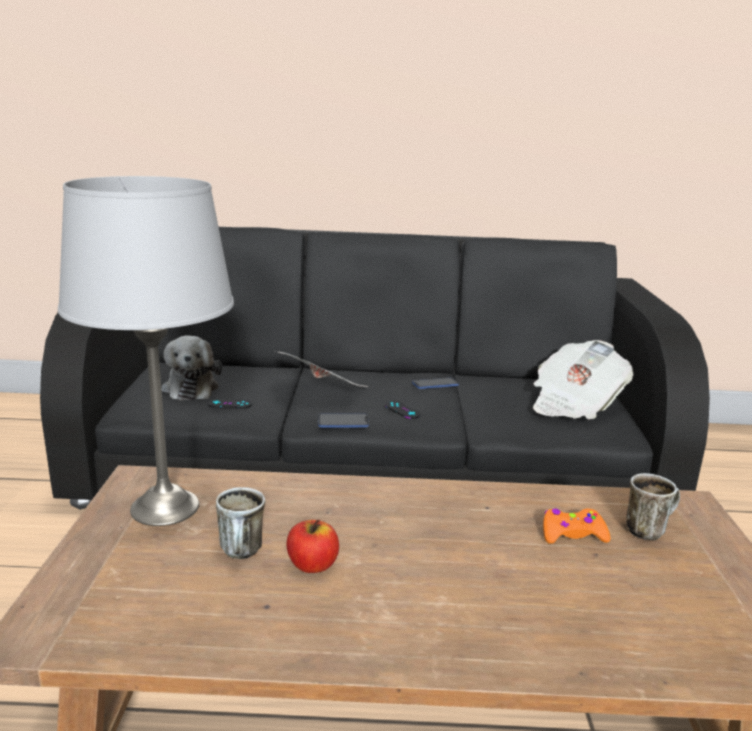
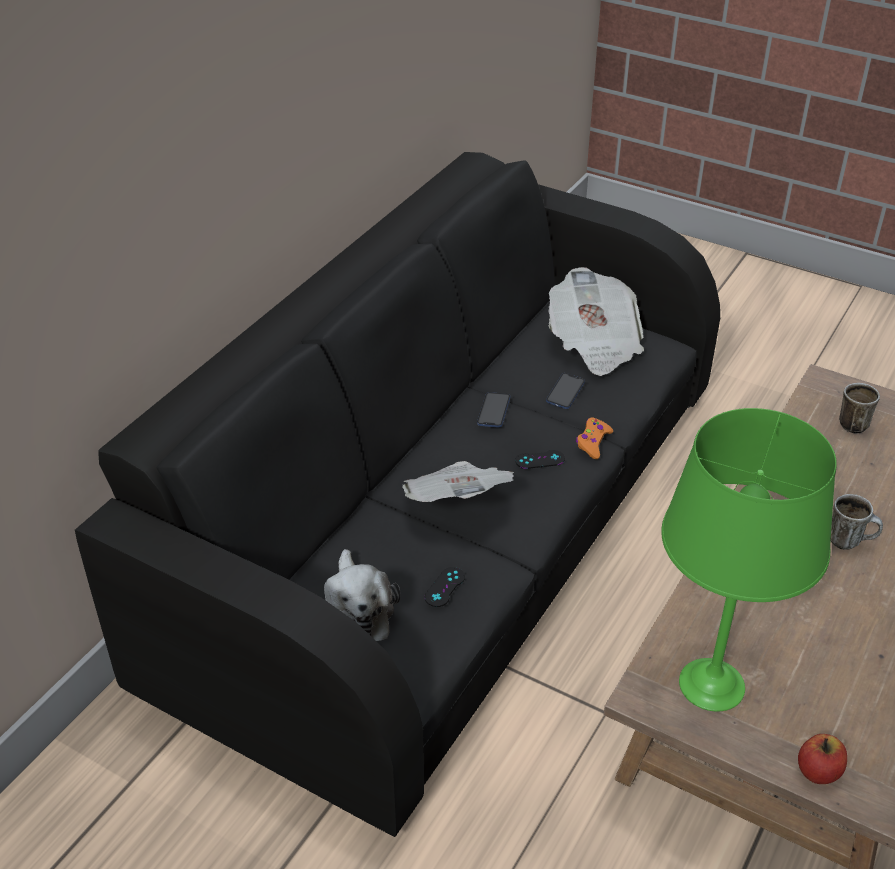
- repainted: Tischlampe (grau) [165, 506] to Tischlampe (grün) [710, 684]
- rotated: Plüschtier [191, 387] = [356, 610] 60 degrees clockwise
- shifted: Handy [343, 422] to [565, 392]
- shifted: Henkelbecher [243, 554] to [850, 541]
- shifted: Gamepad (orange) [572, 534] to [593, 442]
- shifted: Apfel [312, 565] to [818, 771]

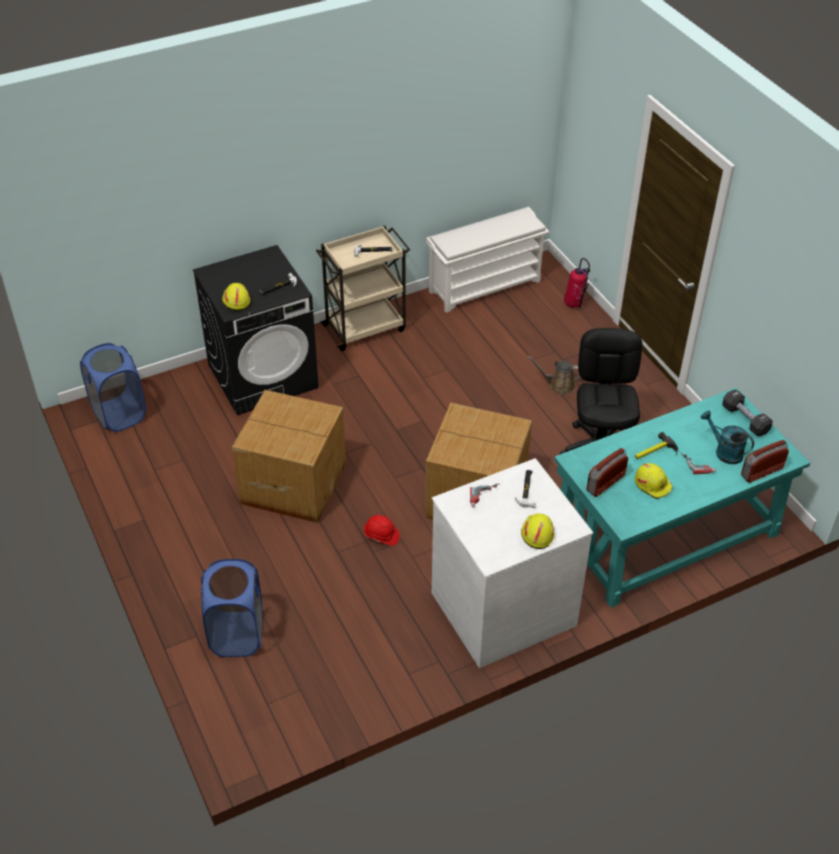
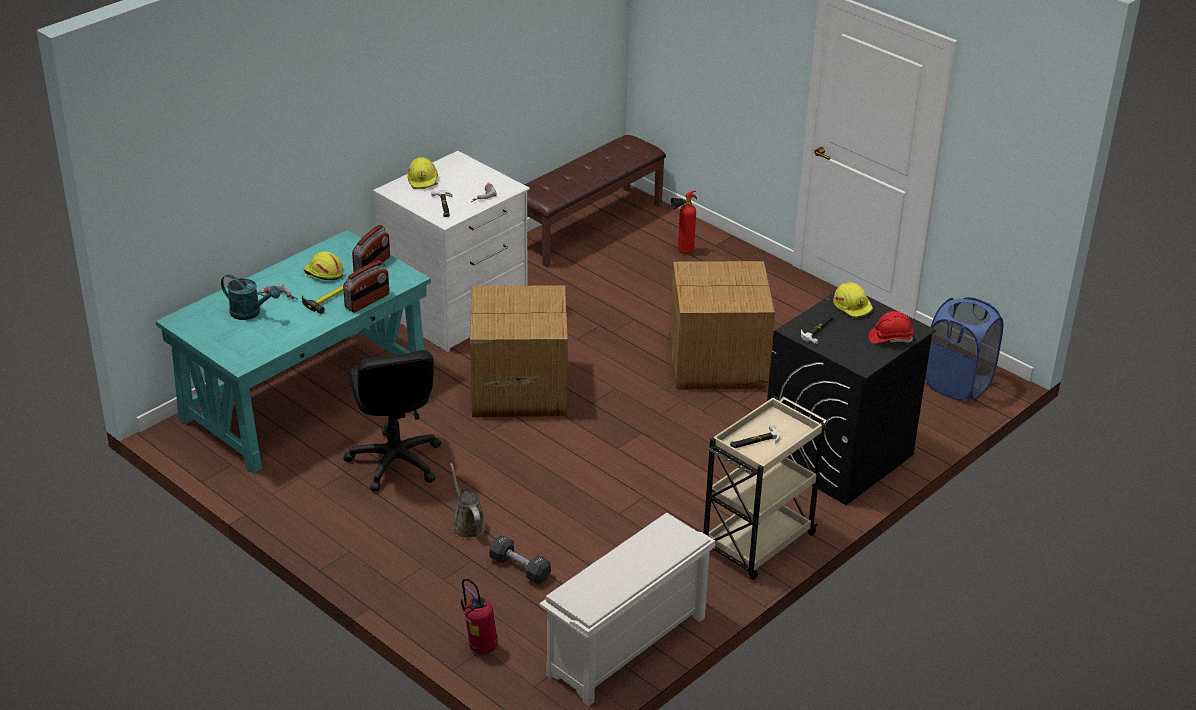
- rotated: Gießkanne (braun) [558, 385] = [467, 524] 105 degrees counterclockwise
- shifted: Hantel (schwarz) [745, 420] to [520, 568]
- shifted: Radio [761, 471] to [367, 301]
- shifted: Schutzhelm (rot) [381, 536] to [890, 338]
- swapped: Wäschekorb (blau) [237, 634] to Feuerlöscher [682, 252]
- new: Bank (braun) [587, 225]

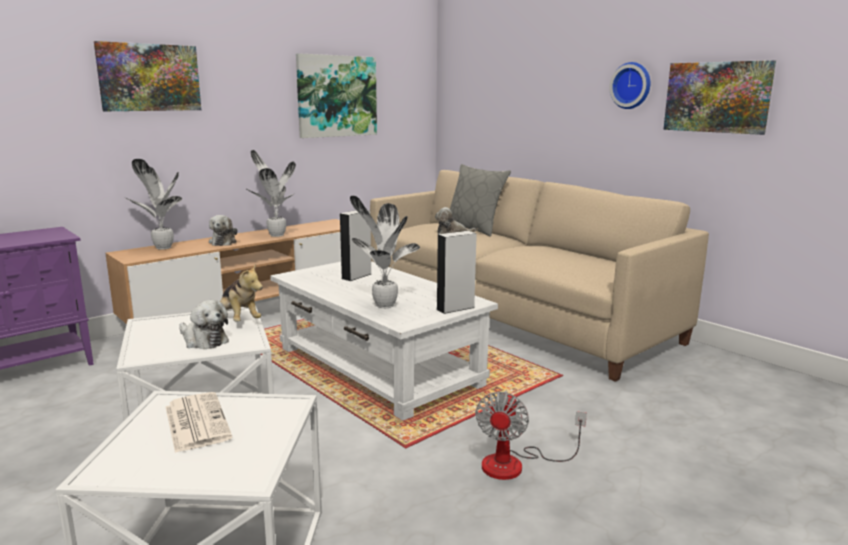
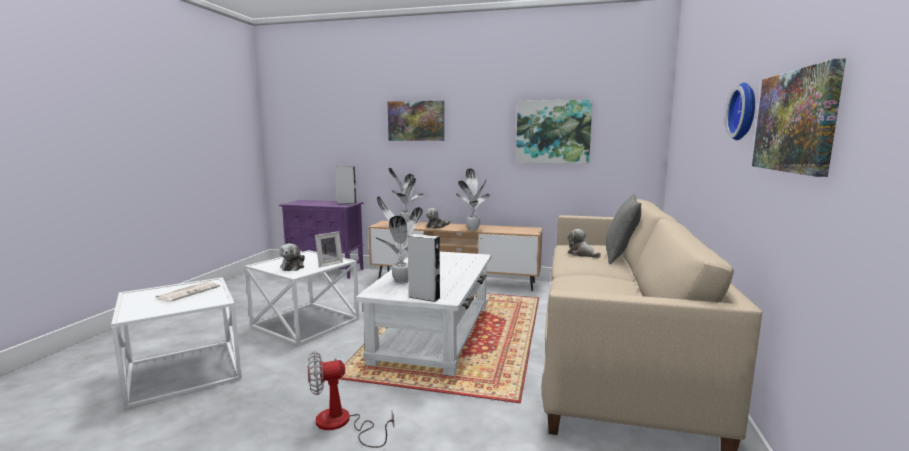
- shifted: Lautsprecher (grau) [356, 276] to [346, 203]
- swapped: Plüschtier [238, 320] to Bilderrahmen [328, 263]

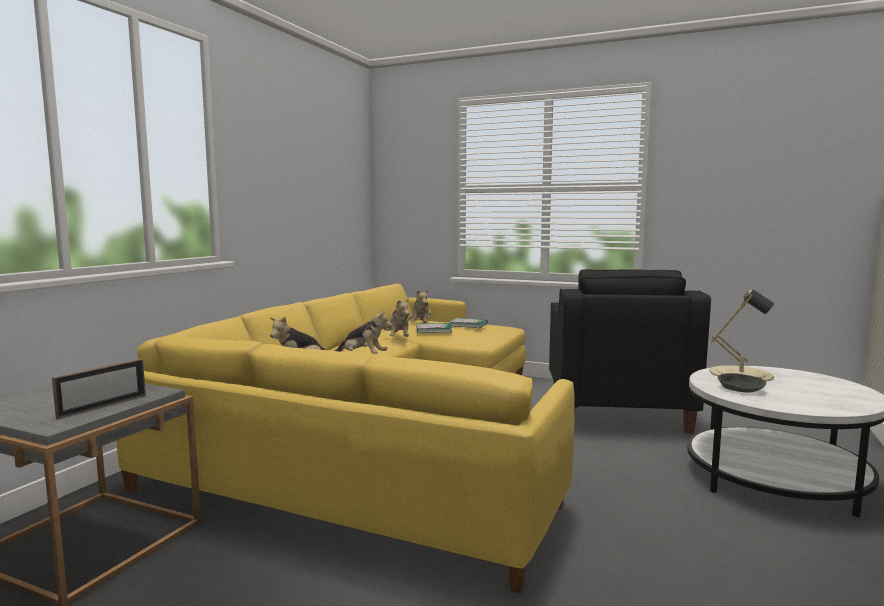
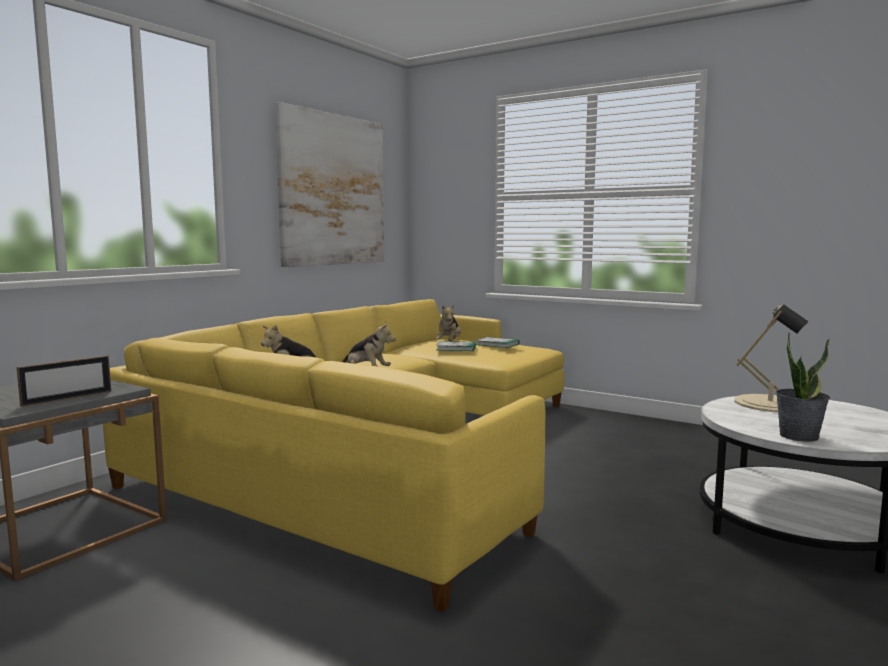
- gone: Sessel (schwarz) [615, 409]
- gone: Plüschtier [398, 338]
- gone: Schüssel (grau) [741, 388]
- new: Bild [333, 190]
- new: Topfpflanze [798, 436]

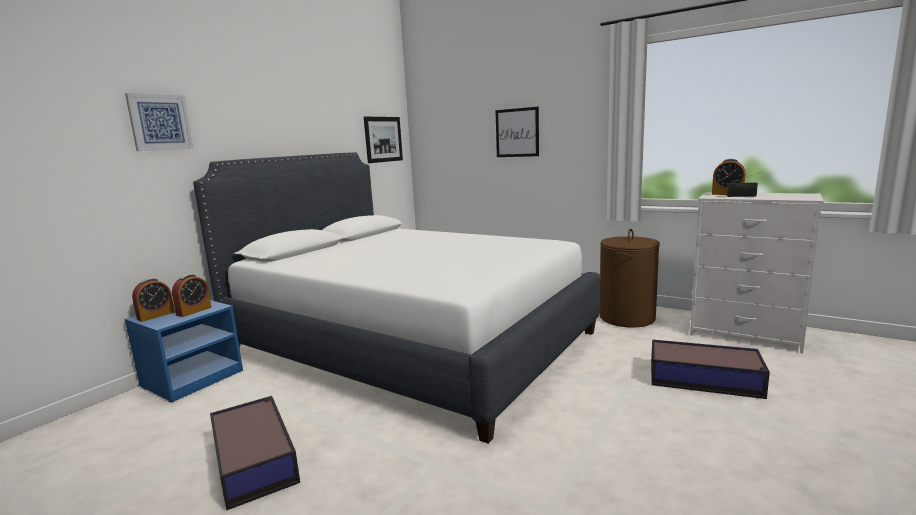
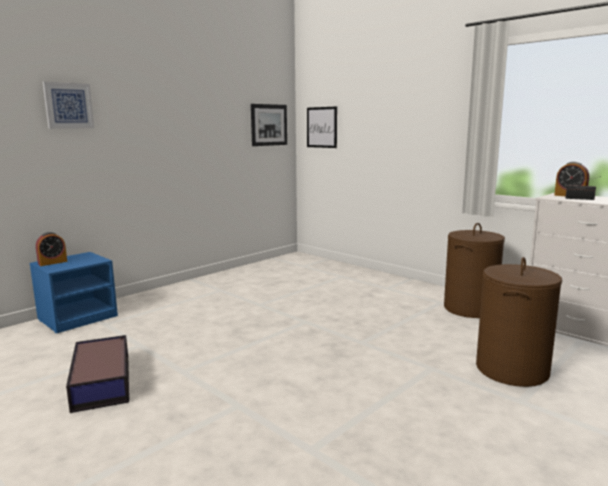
- shifted: Bild [517, 132] to [322, 127]
- gone: Bett (weiß) [411, 343]
- gone: Wecker [194, 311]
- swapped: Aufbewahrungsbox [705, 379] to Wäschekorb (braun) [512, 370]

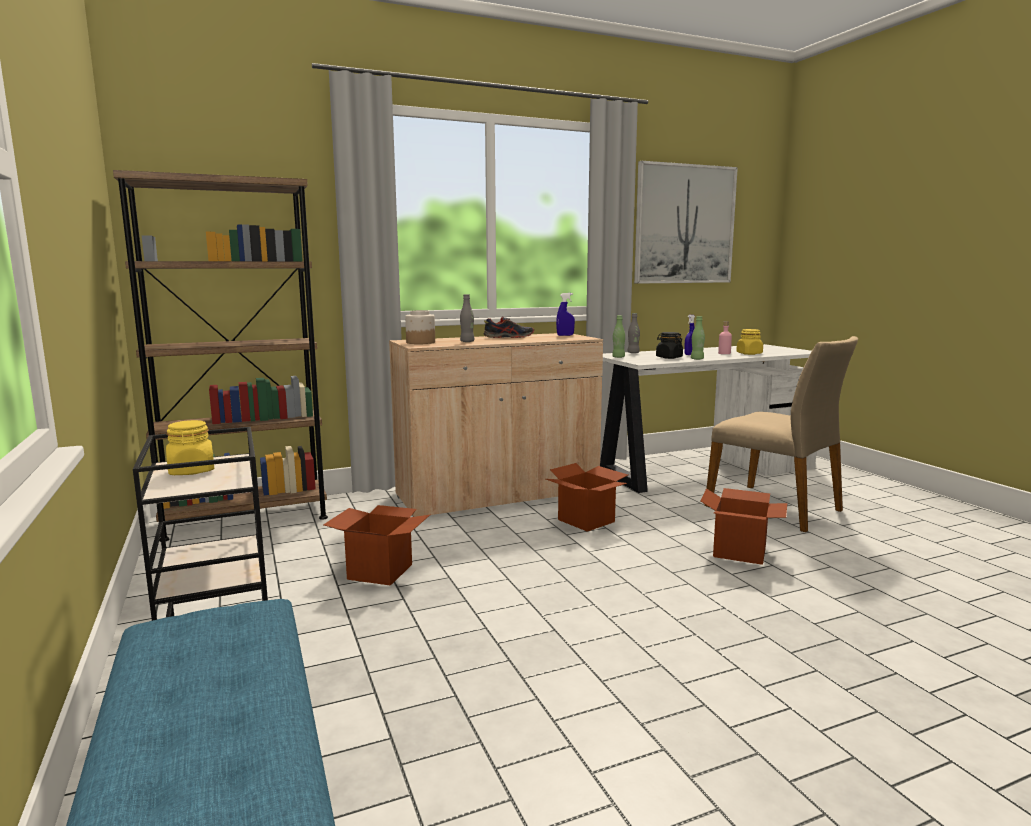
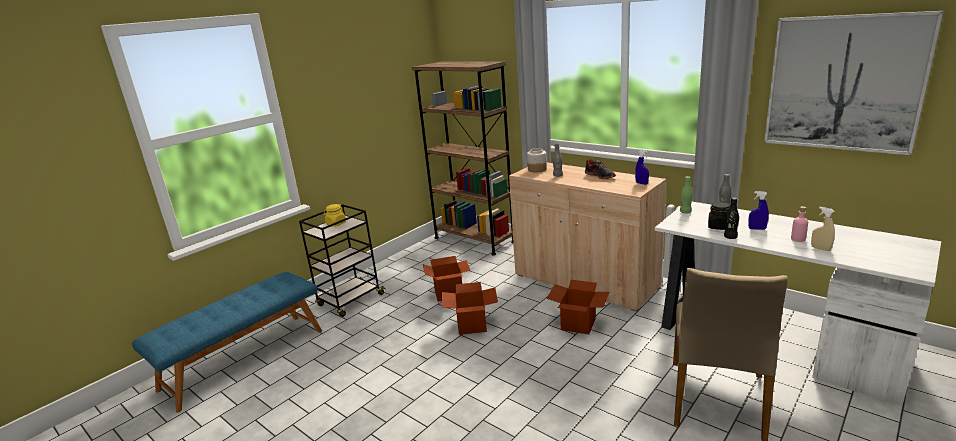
- repainted: Flasche (grün) [697, 359] to Flasche (schwarz) [730, 237]
- swapped: Vorratsglas (gelb) [749, 354] to Sprühflasche (beige) [820, 249]
- shifted: Karton [739, 552] to [471, 325]

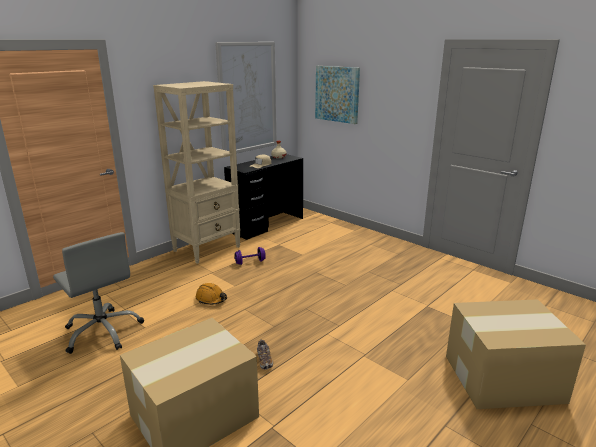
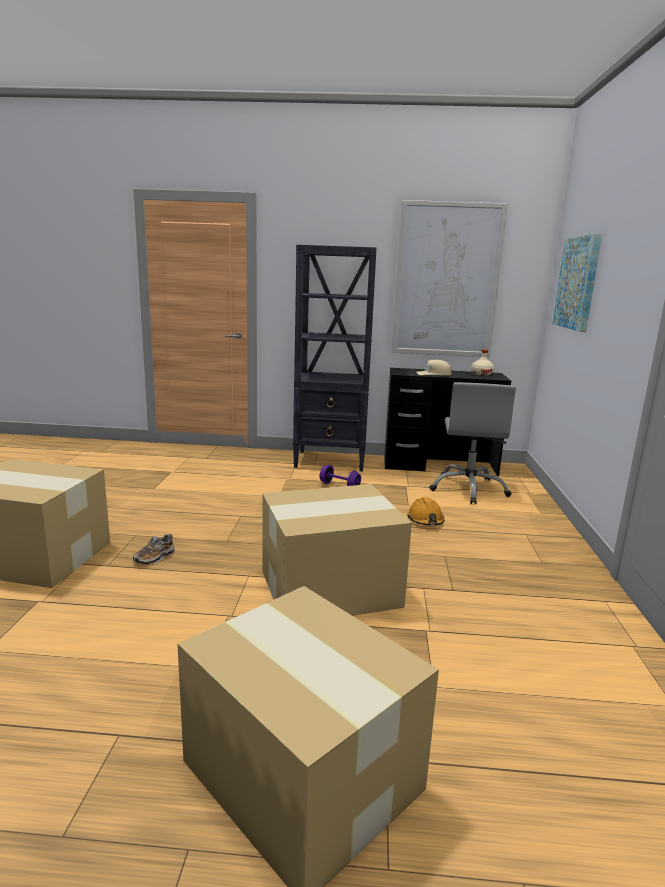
- repainted: Bücherregal (beige) [207, 249] to Bücherregal (schwarz) [331, 461]
- shifted: Bürostuhl (grau) [103, 331] to [469, 489]
- shifted: Schutzhelm (orange) [211, 299] to [425, 520]
- new: Karton [332, 588]

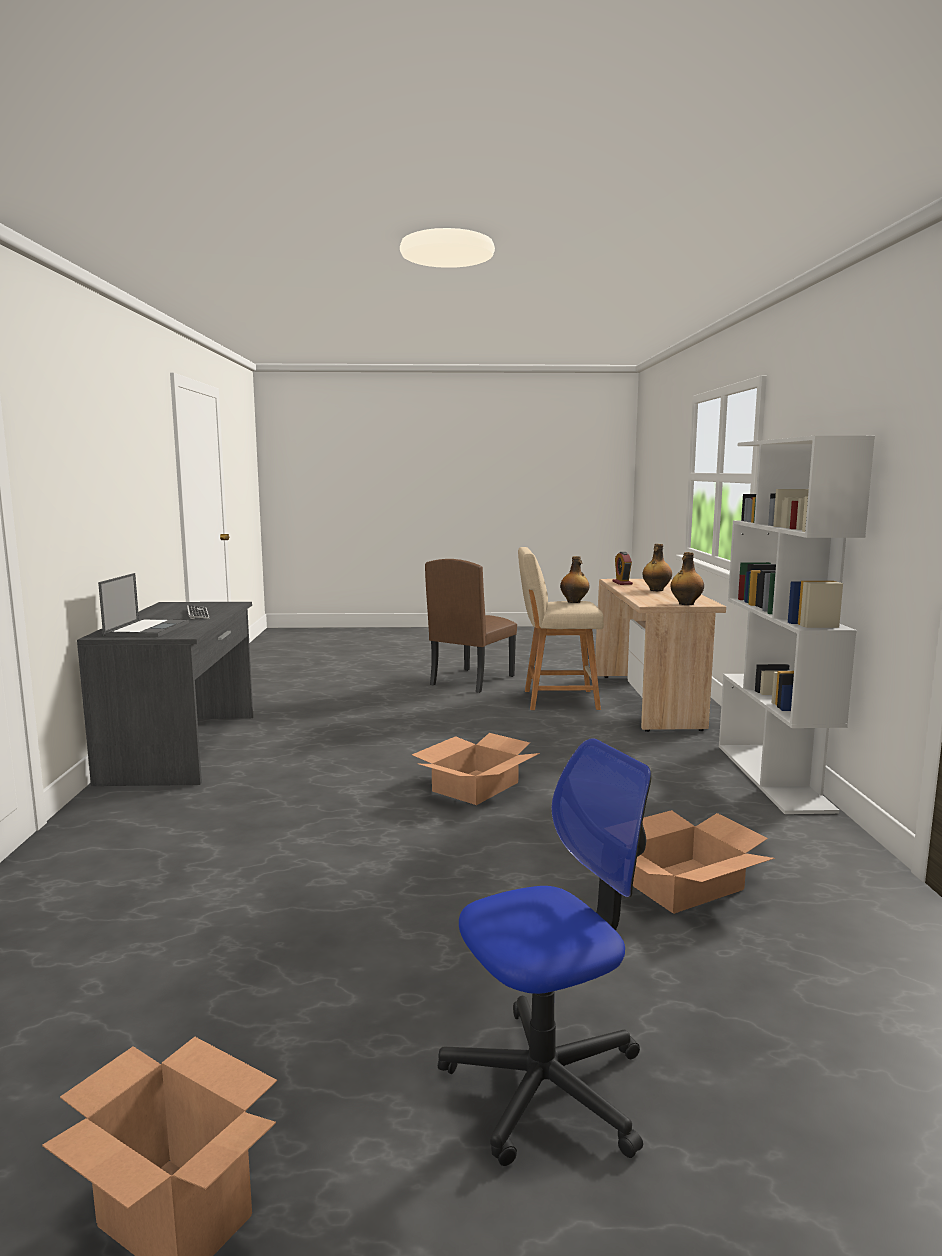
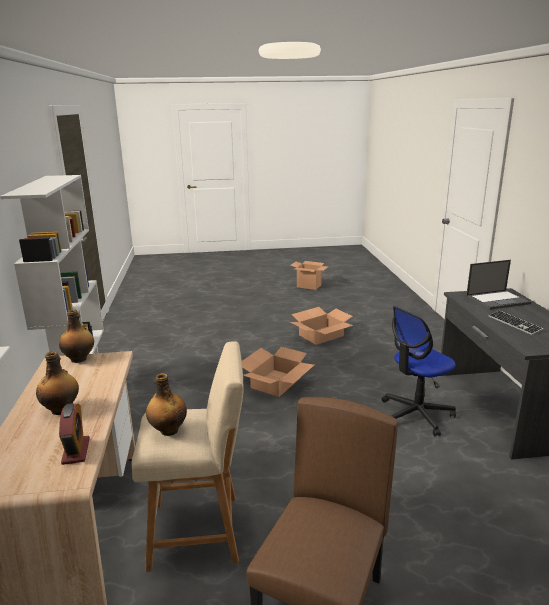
- rotated: Laptop [147, 629] = [498, 300] 105 degrees counterclockwise
- shifted: Bürostuhl [546, 1085] to [416, 414]
- shifted: Karton [683, 884] to [321, 335]

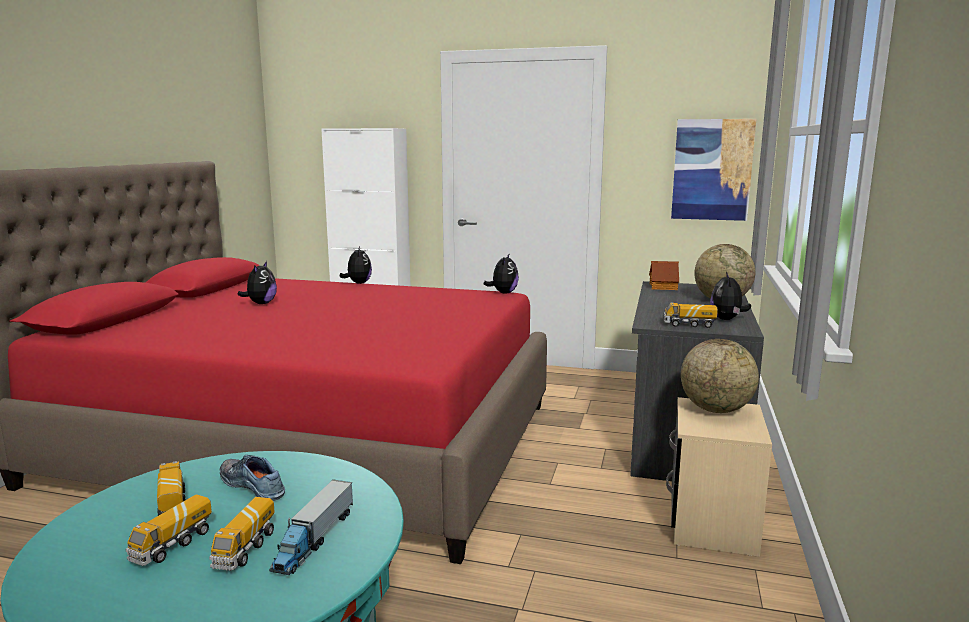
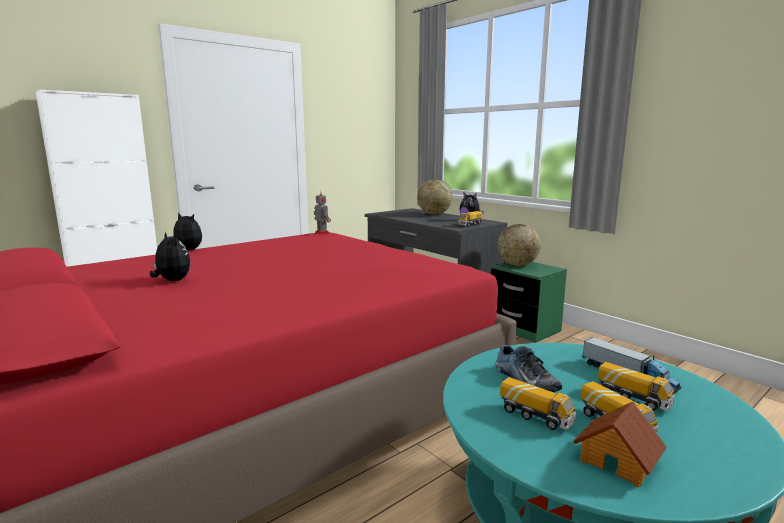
- gone: Bild [712, 170]
- swapped: Plüschtier [503, 293] to Spielzeugroboter [321, 233]
- shifted: Spielzeughaus [663, 287] to [618, 460]
- repainted: Nachttisch (beige) [712, 523] to Nachttisch (grün) [524, 329]
- rotated: Schuh [254, 485] = [524, 380] 105 degrees counterclockwise
- rotated: Spielzeuglaster [172, 504] = [535, 416] 150 degrees counterclockwise

